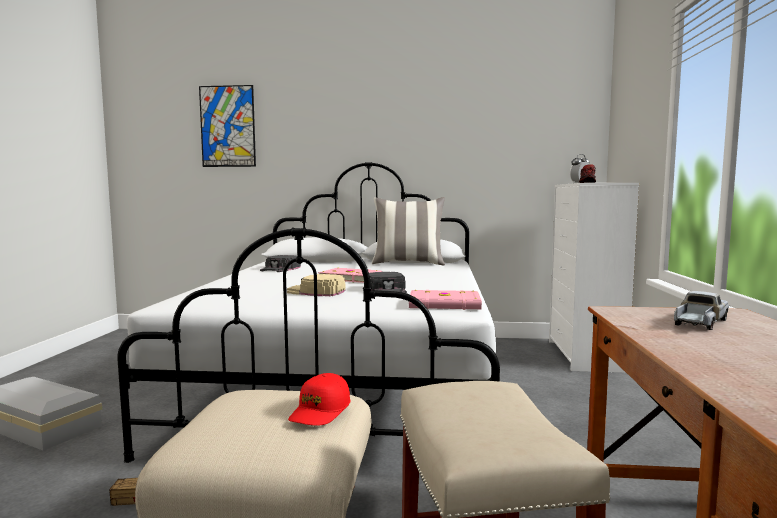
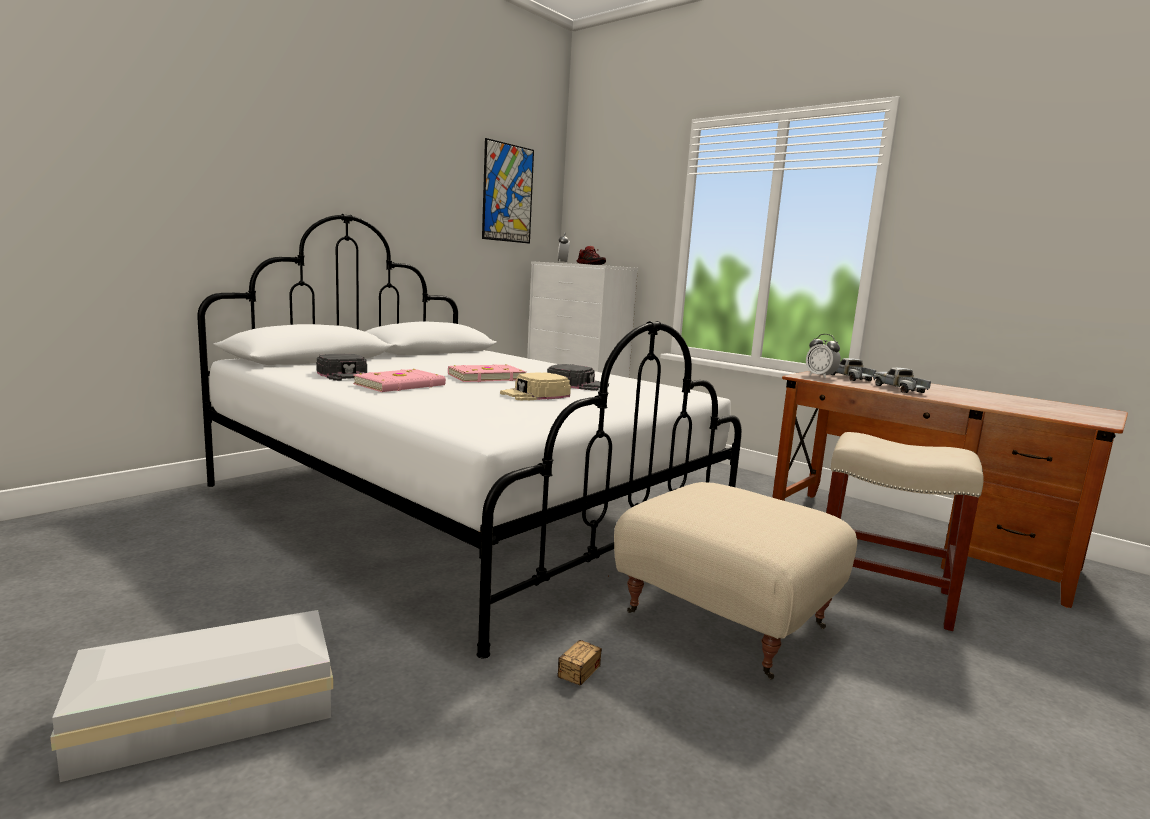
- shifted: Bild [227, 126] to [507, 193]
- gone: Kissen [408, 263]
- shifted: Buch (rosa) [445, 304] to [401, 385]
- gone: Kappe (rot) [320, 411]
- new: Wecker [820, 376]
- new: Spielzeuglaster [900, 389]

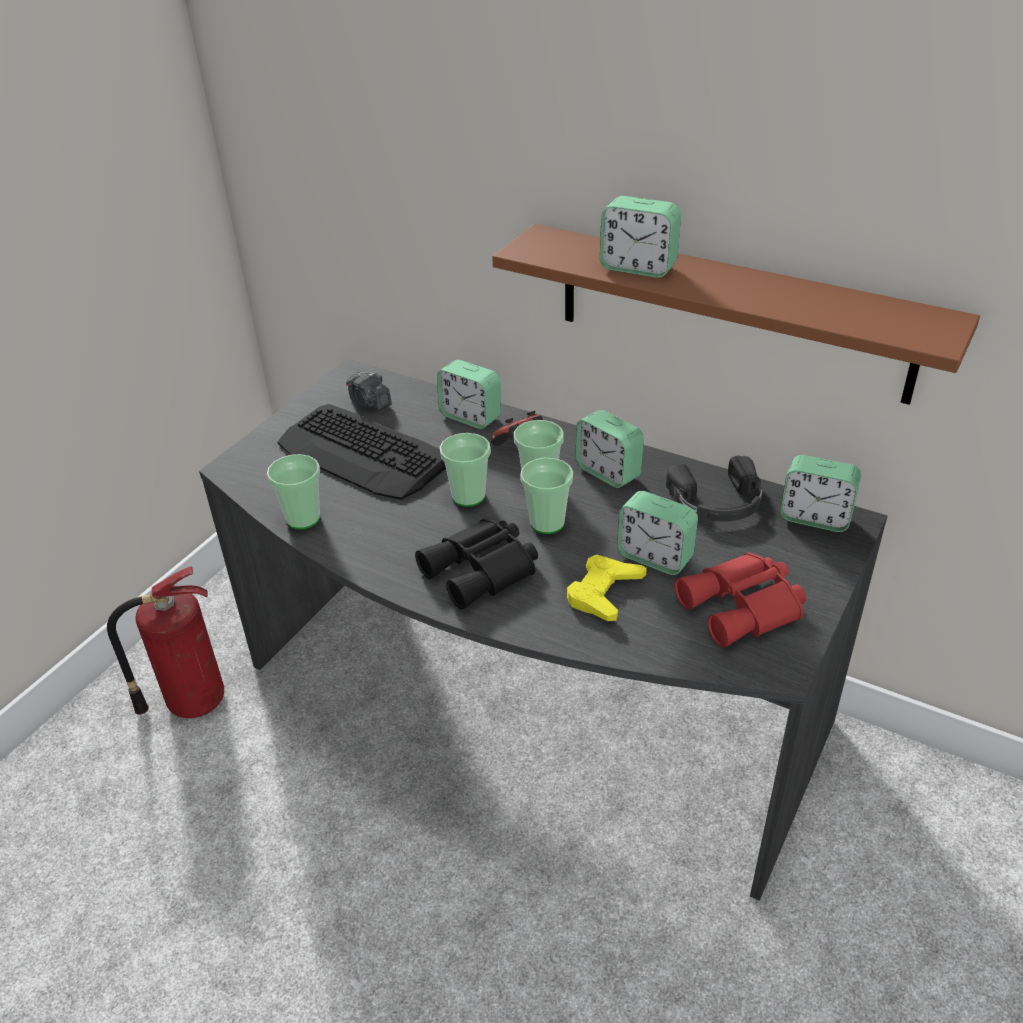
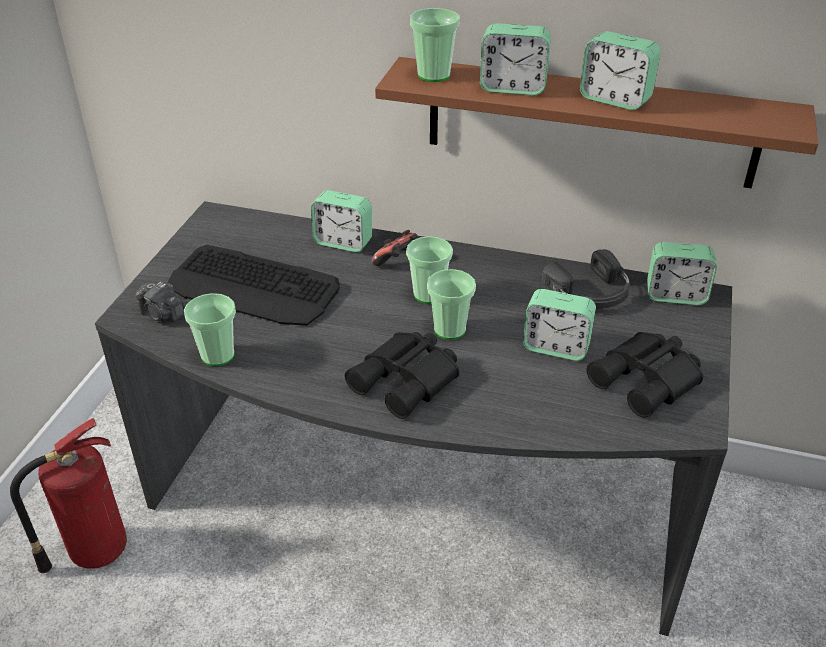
- shifted: Kamera [370, 403] to [162, 314]
- shifted: Wecker [608, 472] to [615, 99]
- shifted: Tasse [468, 496] to [434, 75]
- repainted: Fernglas (rot) [744, 608] to Fernglas (schwarz) [648, 381]
- gone: Gamepad (gelb) [604, 592]

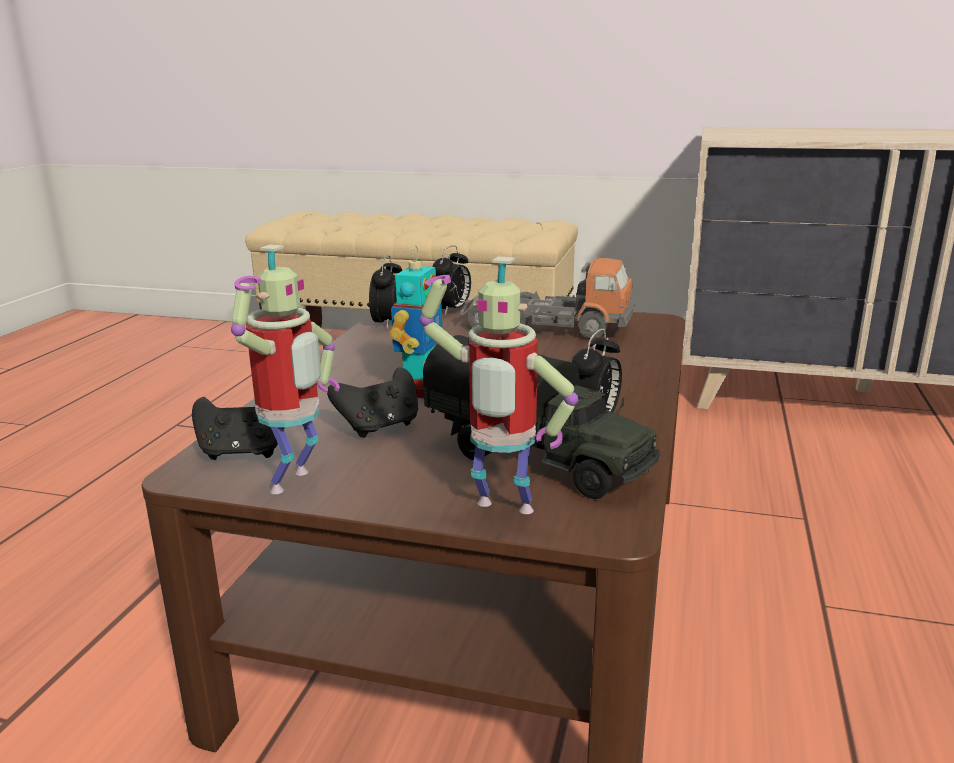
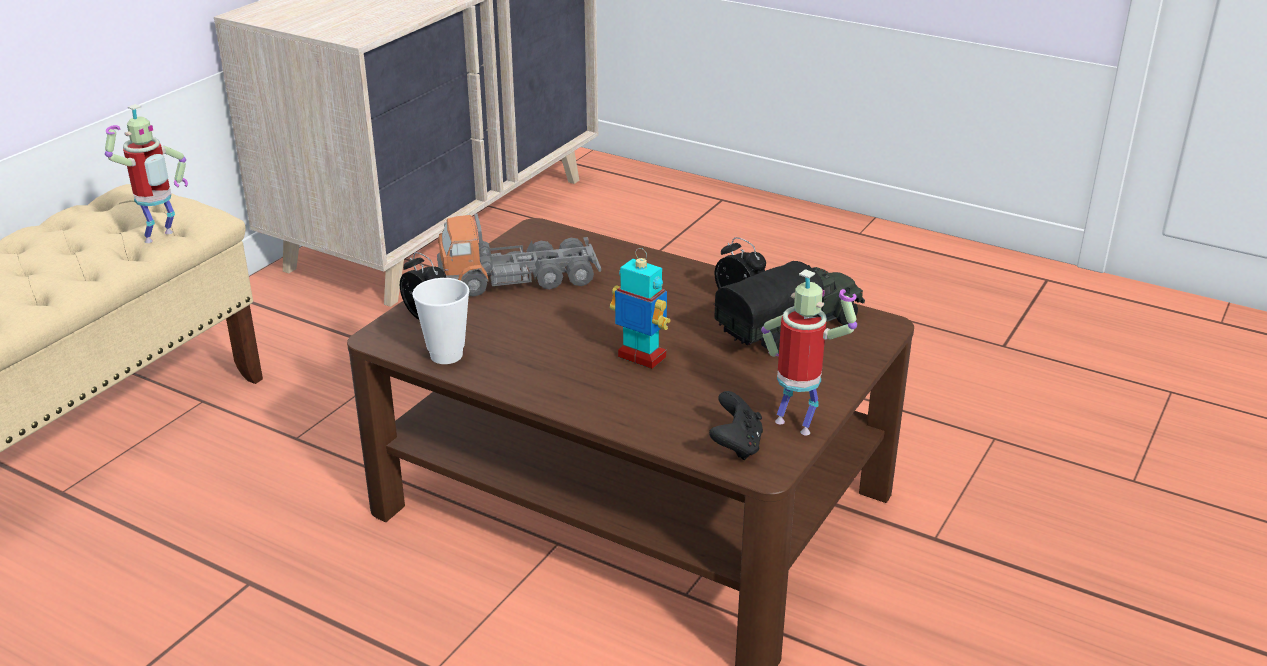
- swapped: Wecker [389, 324] to Tasse [446, 355]
- shifted: Spielzeugroboter [500, 511] to [161, 238]
- rotated: Spielzeuglaster [547, 327] = [519, 279] 135 degrees counterclockwise
- gone: Gamepad (schwarz) [379, 427]

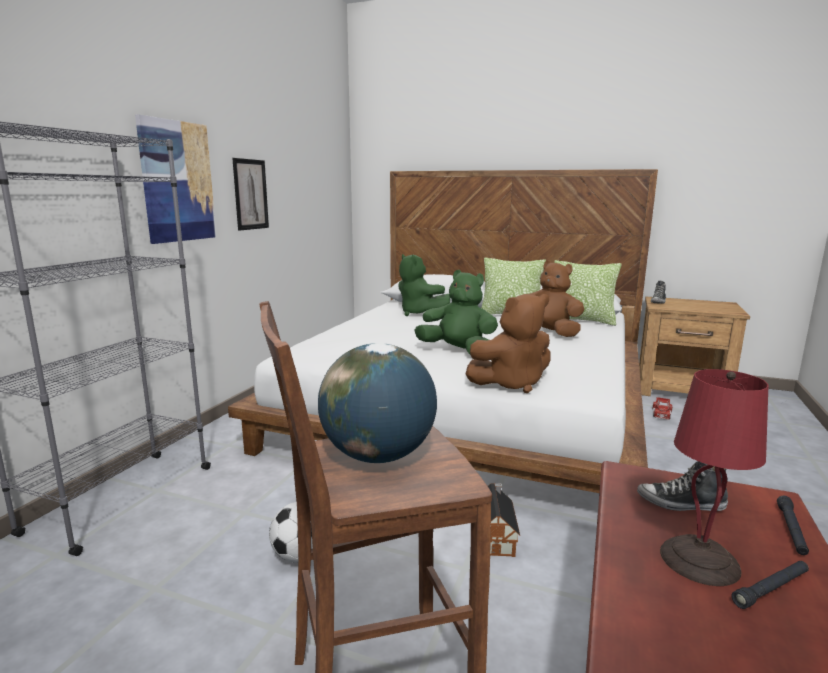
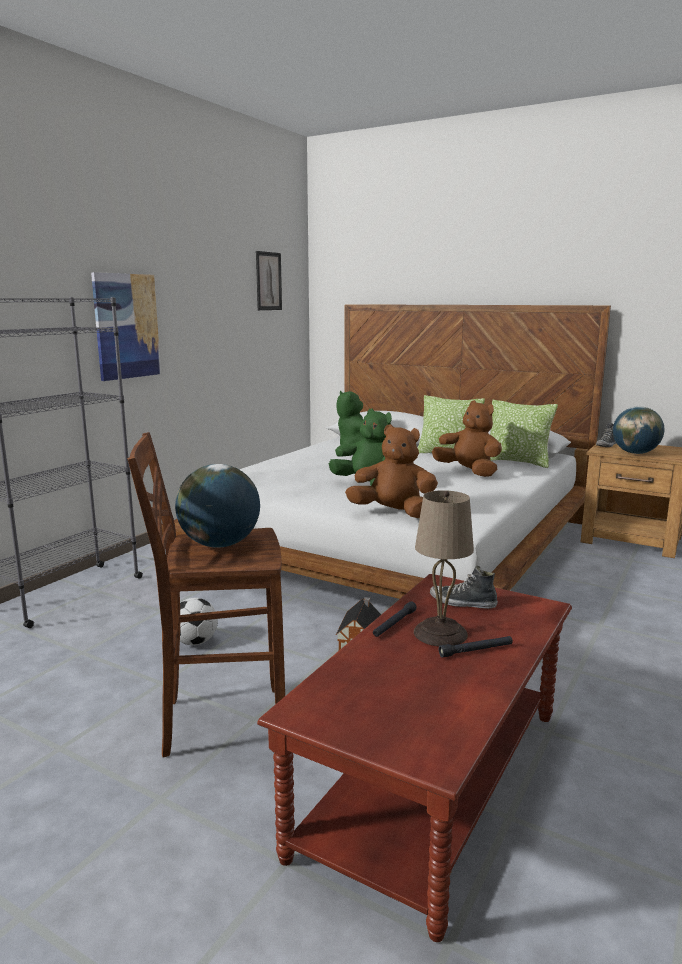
- shifted: Bild [250, 194] to [268, 281]
- rotated: Plüschtier (braun) [511, 383] = [394, 513] 150 degrees counterclockwise
- repainted: Tischlampe (rot) [700, 561] to Tischlampe (beige) [440, 634]
- gone: Spielzeuglaster [661, 413]
- shifted: Taschenlampe (schwarz) [791, 530] to [394, 624]
- new: Globus [635, 453]

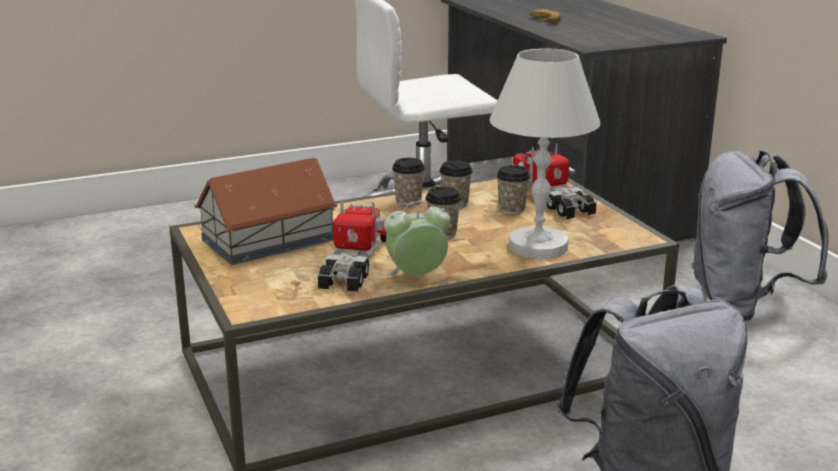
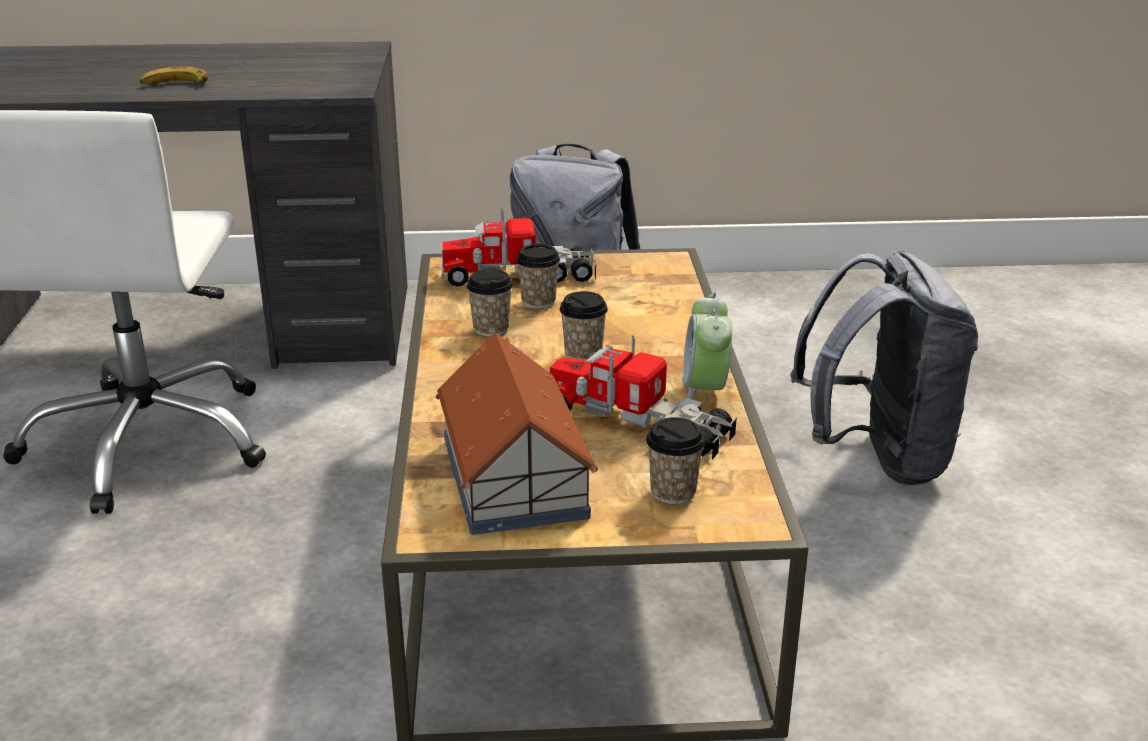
- gone: Tischlampe (weiß) [538, 246]
- shifted: Tasse [408, 201] to [673, 492]

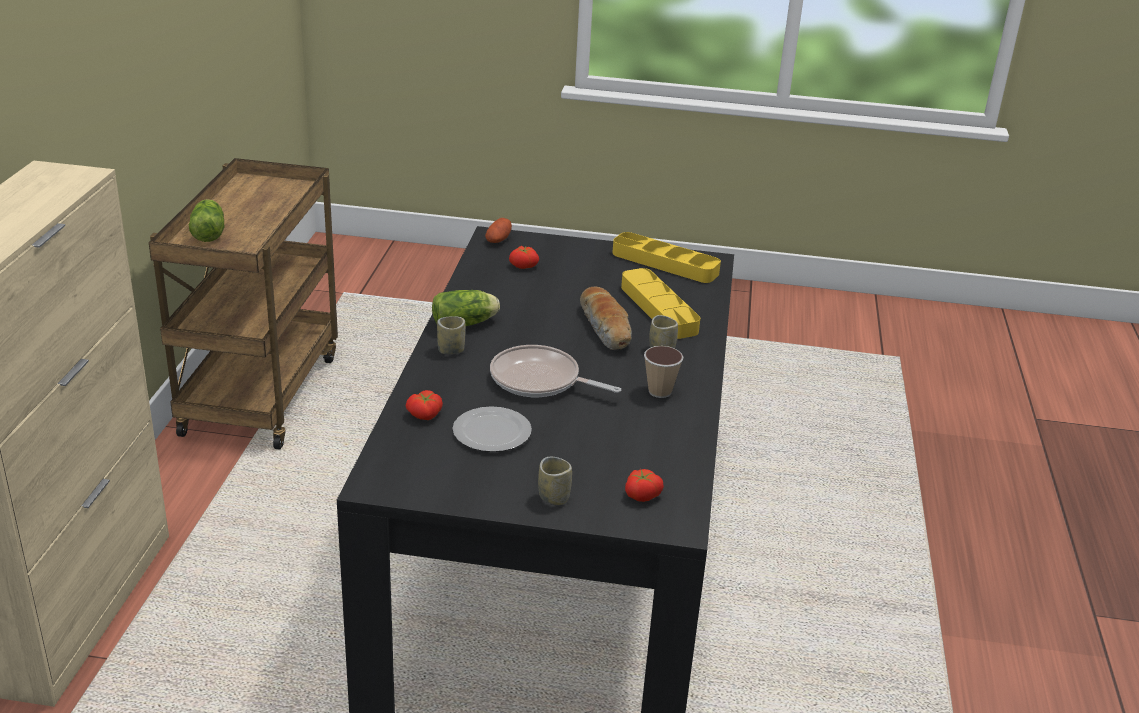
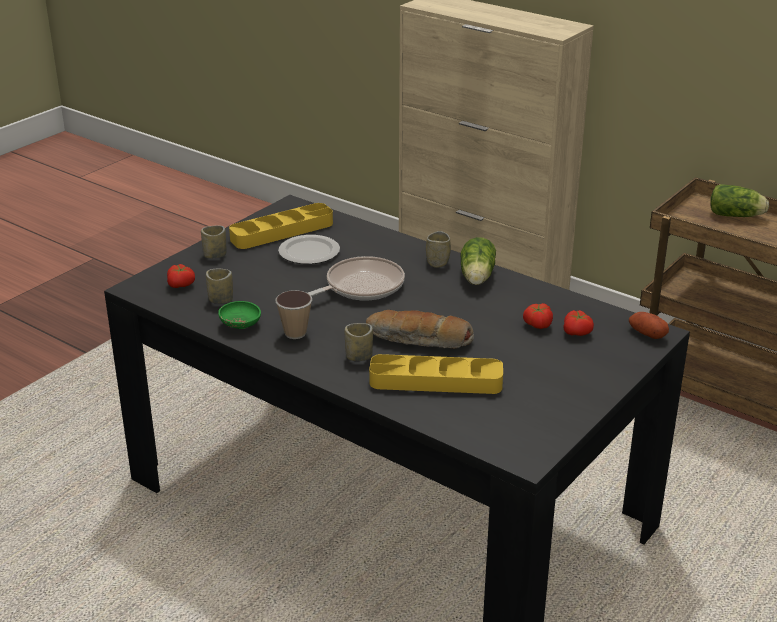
- shifted: Tablett (gelb) [665, 263] to [282, 231]
- shifted: Tomate [425, 416] to [537, 325]
- new: Tasse [221, 300]
- new: Schüssel (grün) [240, 324]

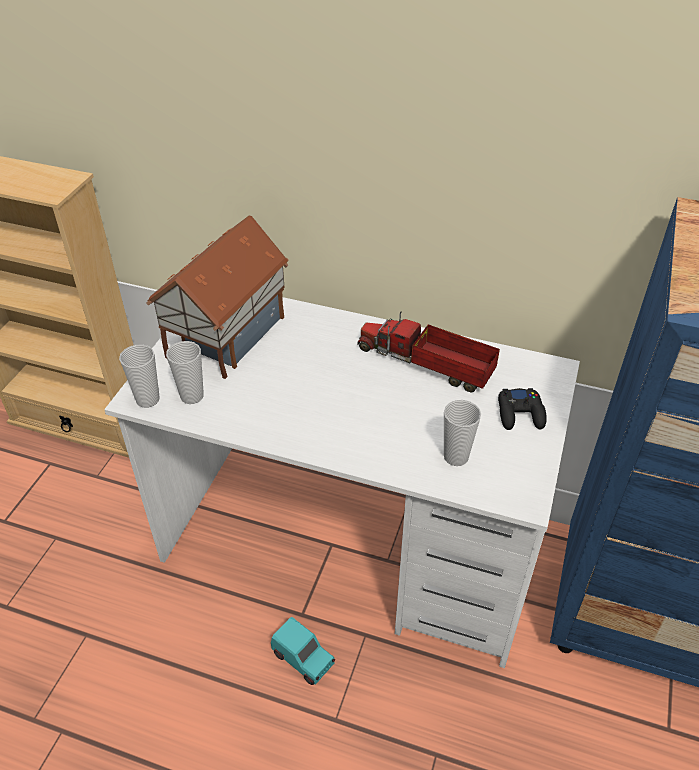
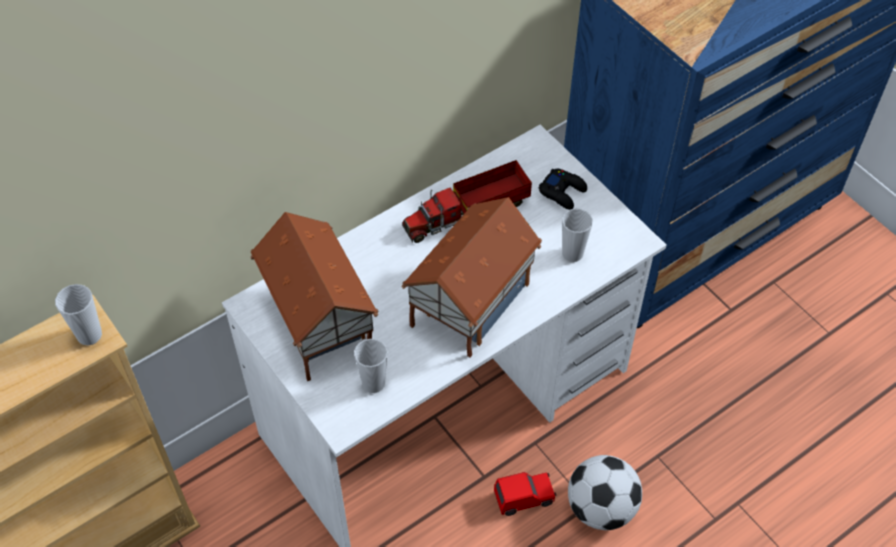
- shifted: Tasse [148, 399] to [89, 335]
- repainted: Spielzeugauto (türkis) [303, 659] to Spielzeugauto (rot) [524, 498]
- new: Spielzeughaus [469, 304]
- new: Fußball [600, 507]

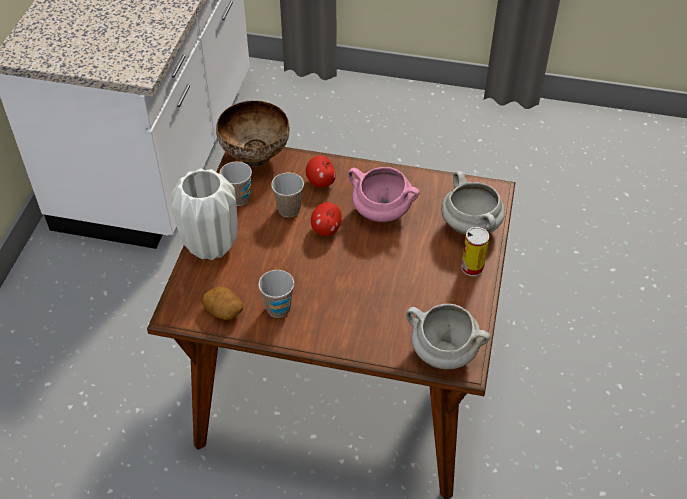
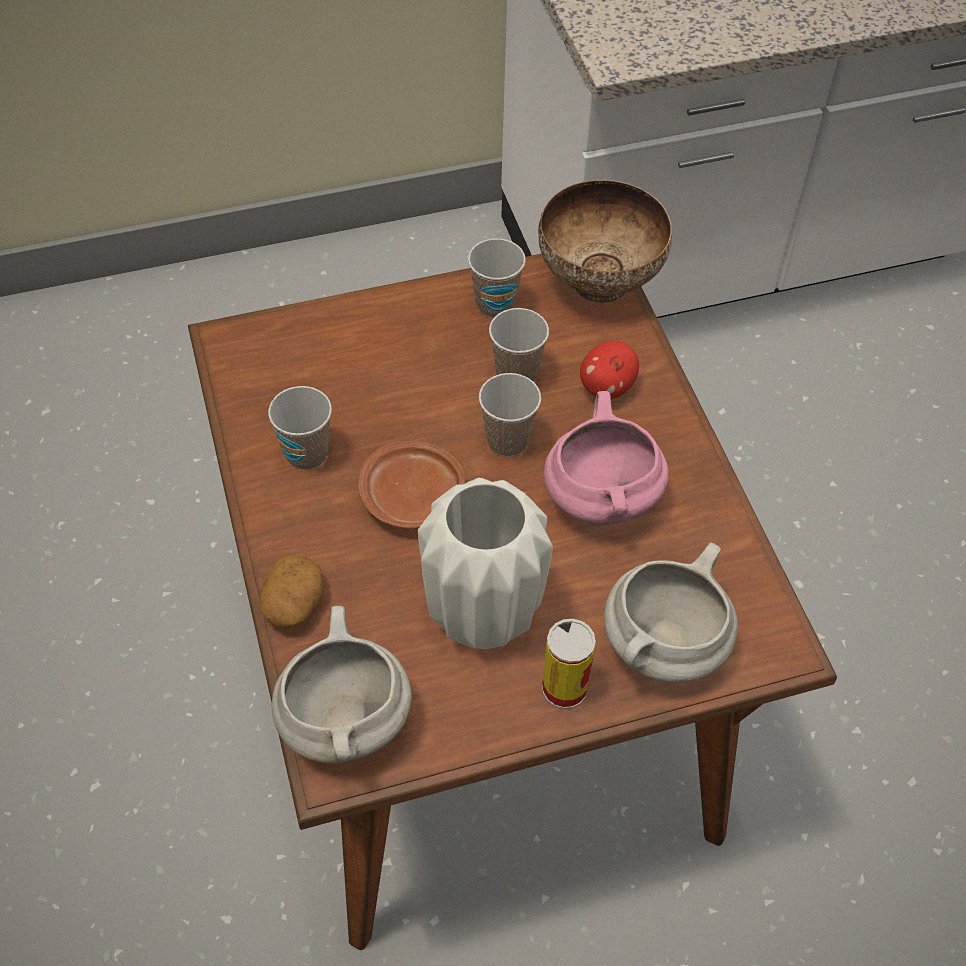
- shifted: Vase (weiß) [211, 245] to [484, 616]
- swapped: Apfel [326, 229] to Tasse [507, 441]
- shifted: Kartoffel [224, 310] to [294, 604]
- new: Teller (braun) [413, 497]

